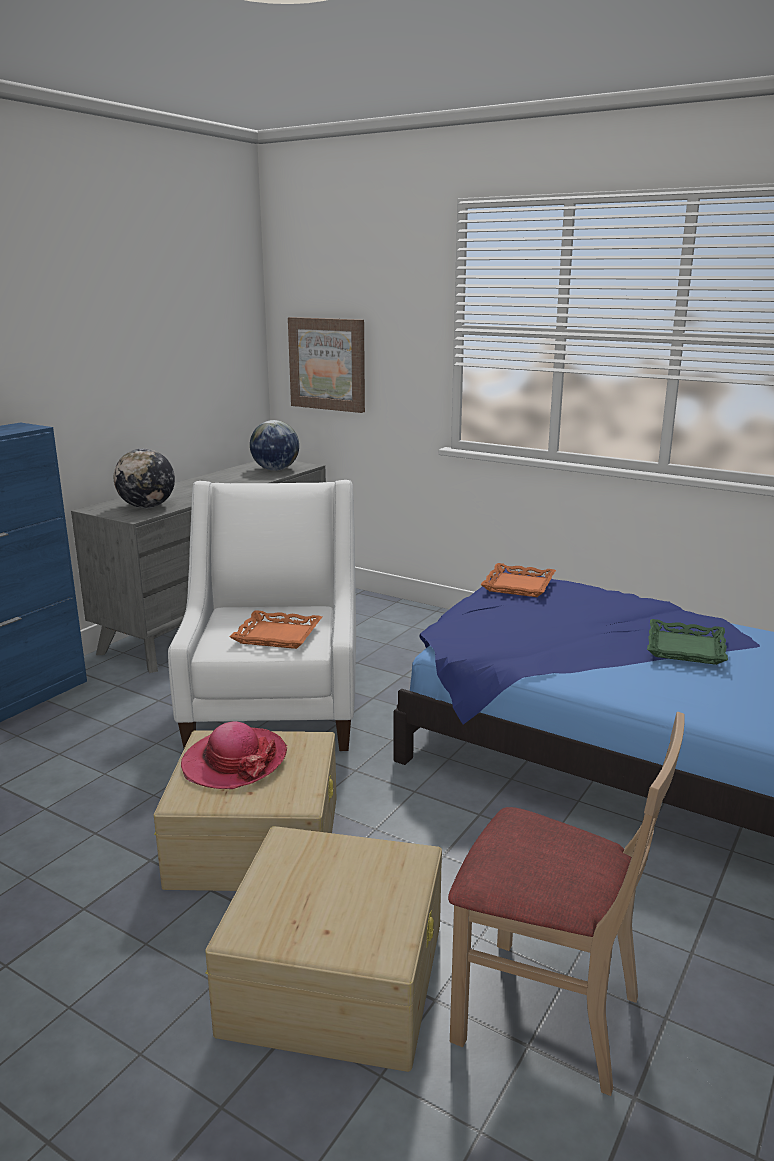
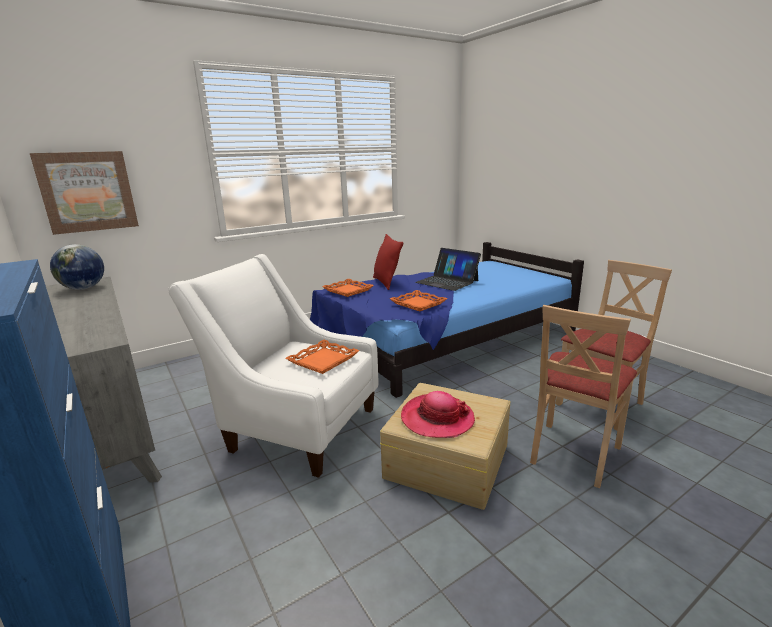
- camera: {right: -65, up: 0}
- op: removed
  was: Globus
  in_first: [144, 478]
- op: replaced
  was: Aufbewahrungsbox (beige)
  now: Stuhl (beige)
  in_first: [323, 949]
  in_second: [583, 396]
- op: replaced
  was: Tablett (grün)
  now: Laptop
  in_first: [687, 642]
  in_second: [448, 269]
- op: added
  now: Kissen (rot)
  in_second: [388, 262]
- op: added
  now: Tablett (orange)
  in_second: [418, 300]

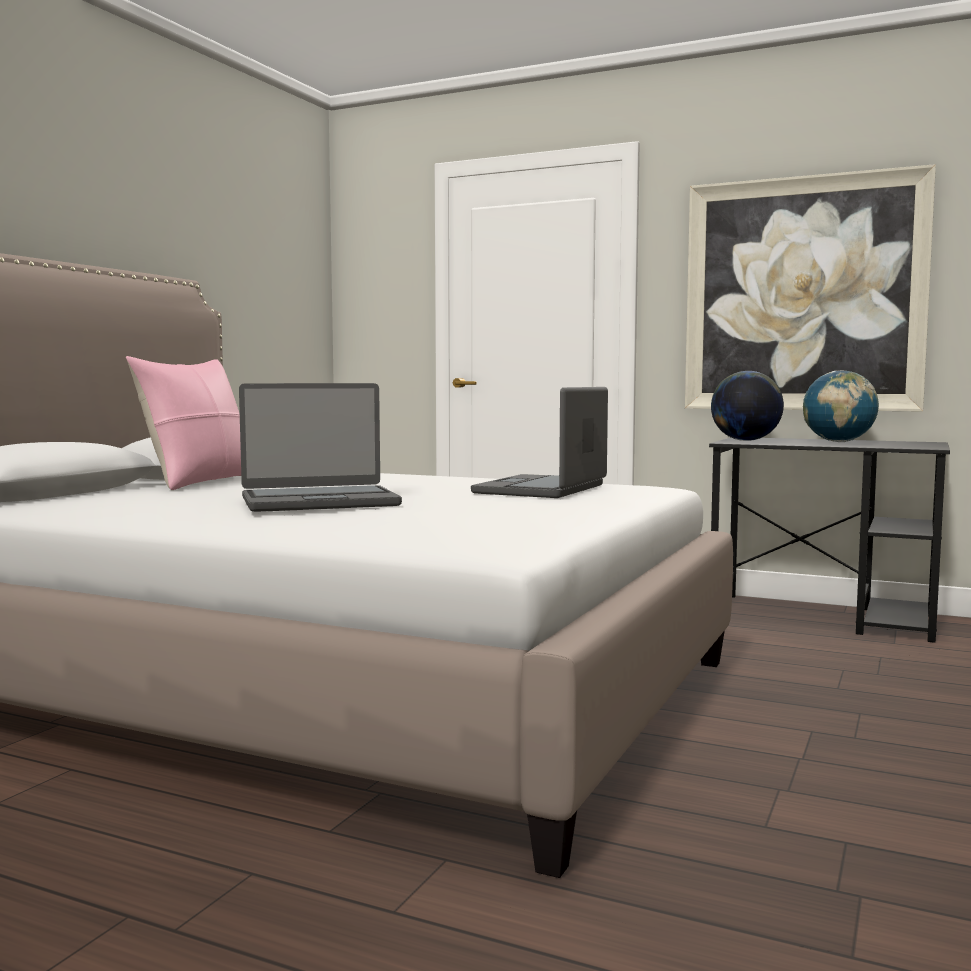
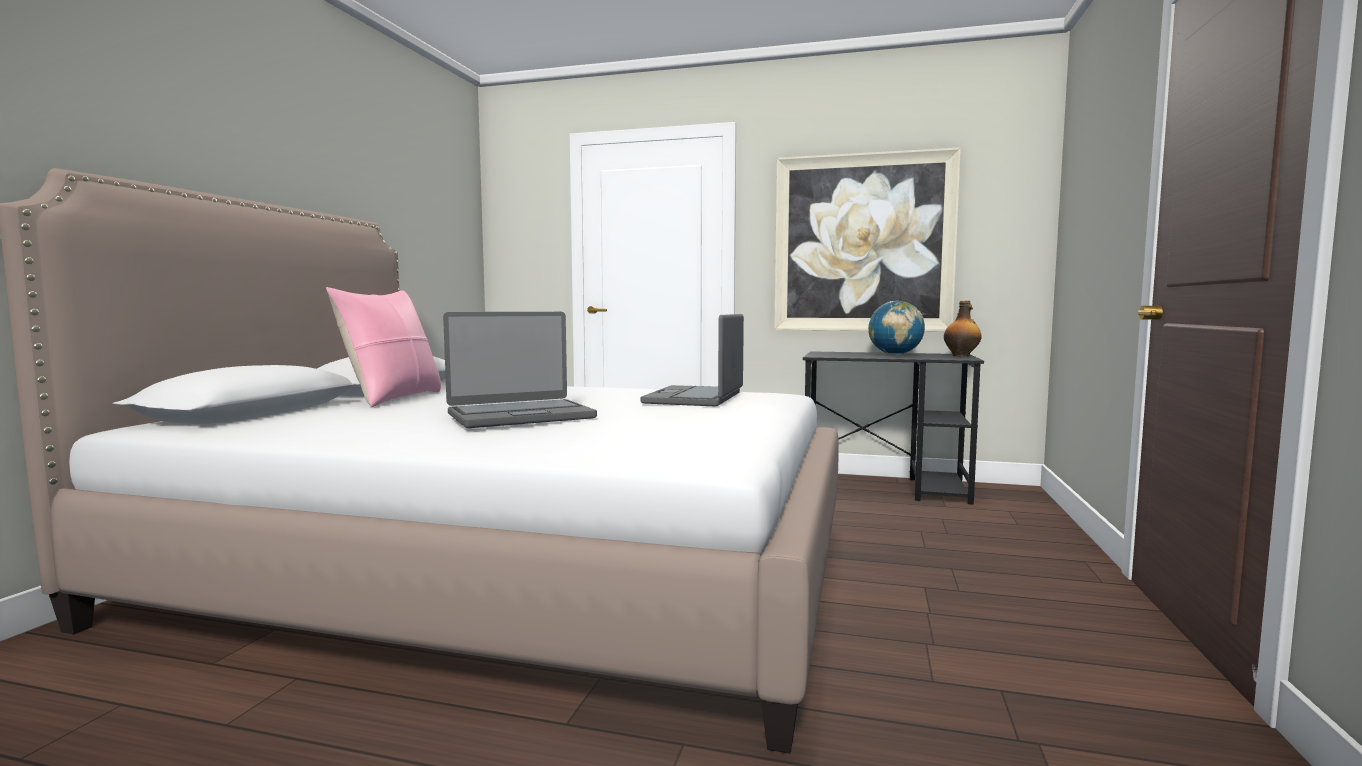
- camera: {right: -10, up: 0}
- op: removed
  was: Globus
  in_first: [747, 406]
- op: added
  now: Flasche
  in_second: [963, 329]

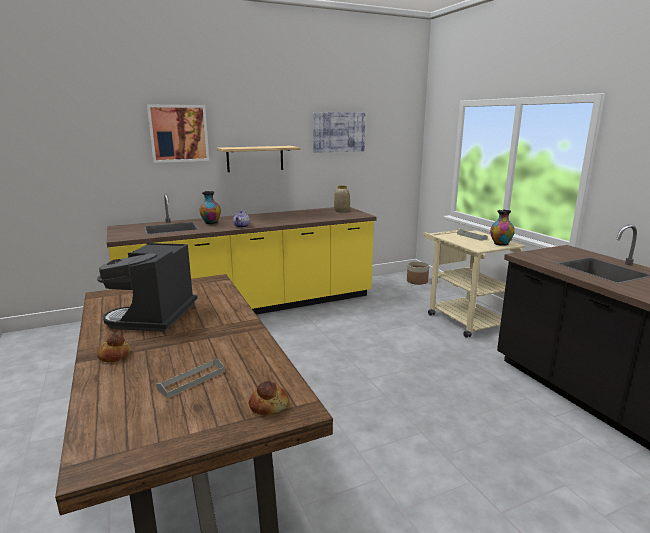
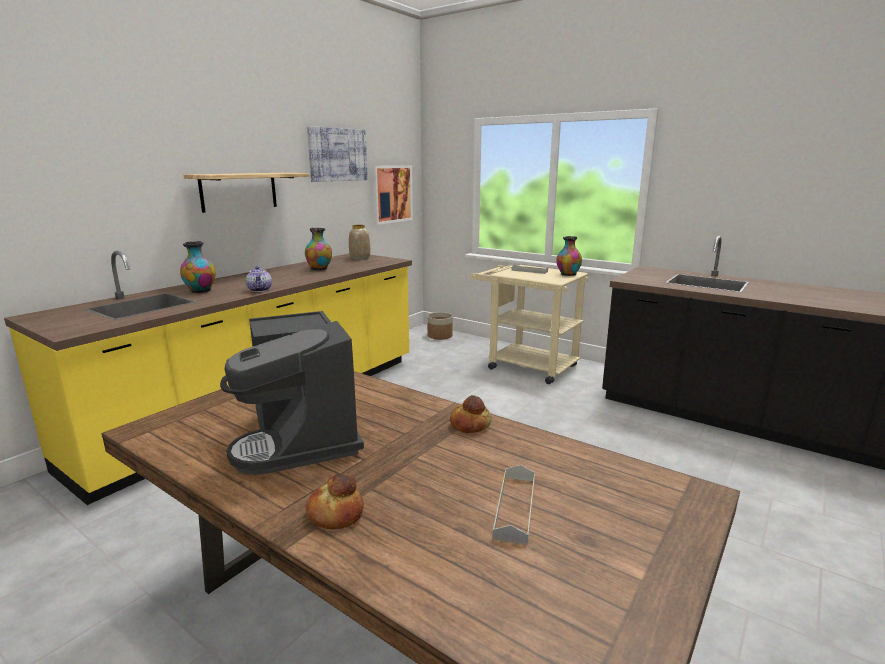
- camera: {right: -30, up: 0}
- op: moved
  was: Bild
  in_first: [178, 134]
  in_second: [392, 195]
- op: moved
  was: Brot
  in_first: [269, 398]
  in_second: [471, 414]
- op: added
  now: Vase
  in_second: [318, 249]

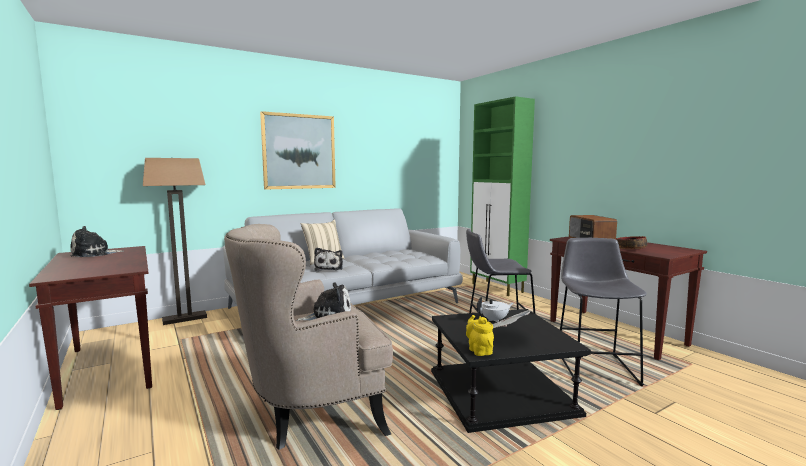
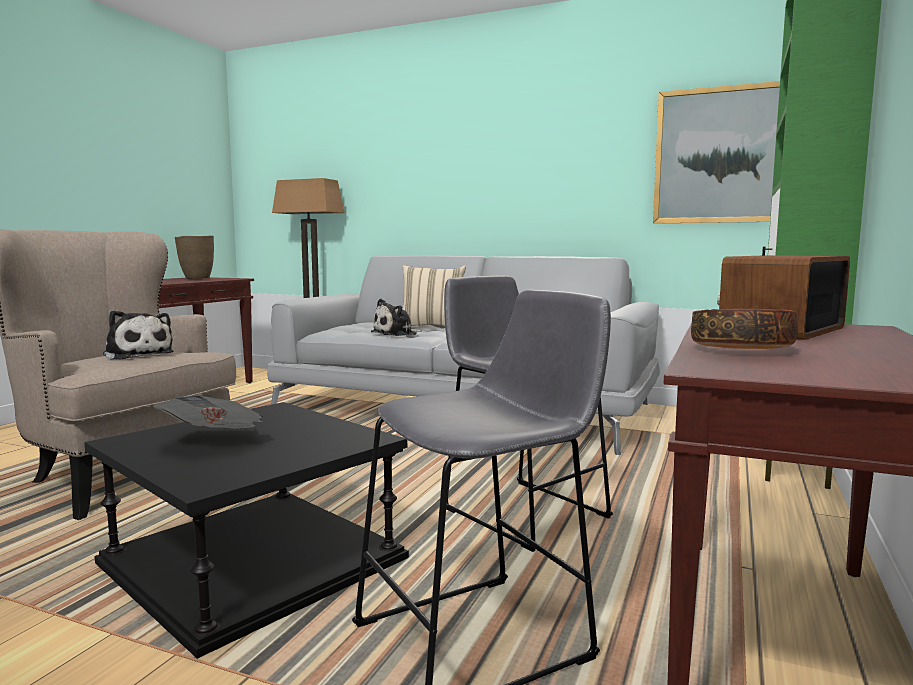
- camera: {right: 55, up: 0}
- op: replaced
  was: Plüschtier
  now: Vase (braun)
  in_first: [97, 241]
  in_second: [194, 257]
- op: moved
  was: Bild
  in_first: [298, 150]
  in_second: [716, 152]
- op: removed
  was: Teekanne (gelb)
  in_first: [480, 335]
- op: removed
  was: Teekanne (weiß)
  in_first: [495, 309]

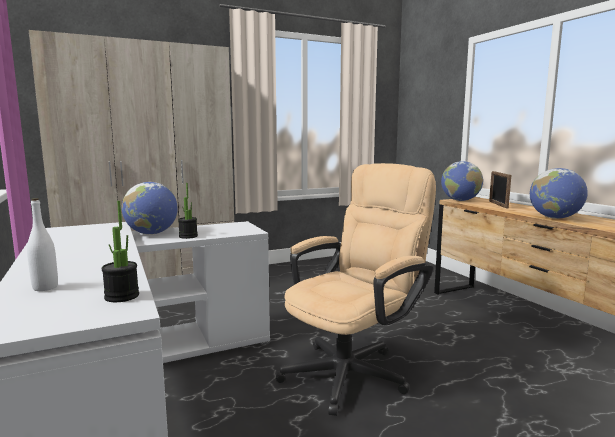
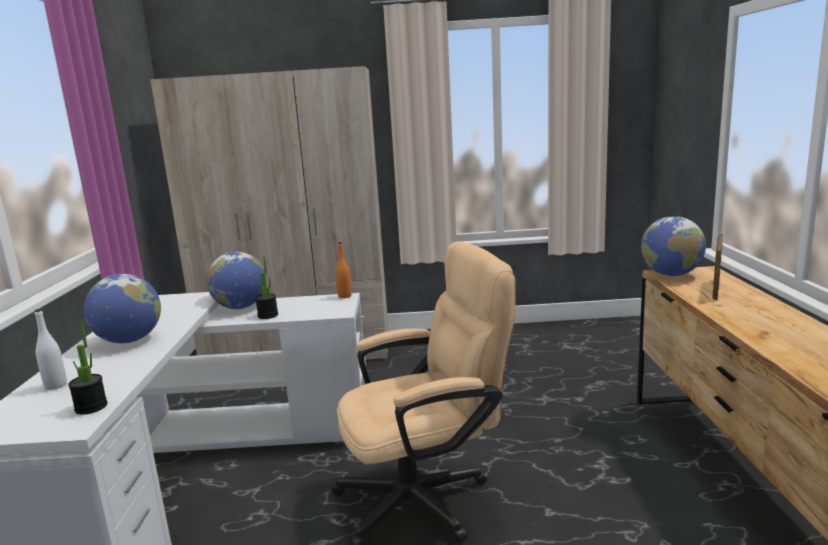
- camera: {right: 25, up: 5}
- op: moved
  was: Globus
  in_first: [559, 193]
  in_second: [122, 308]
- op: added
  now: Flasche (orange)
  in_second: [343, 270]

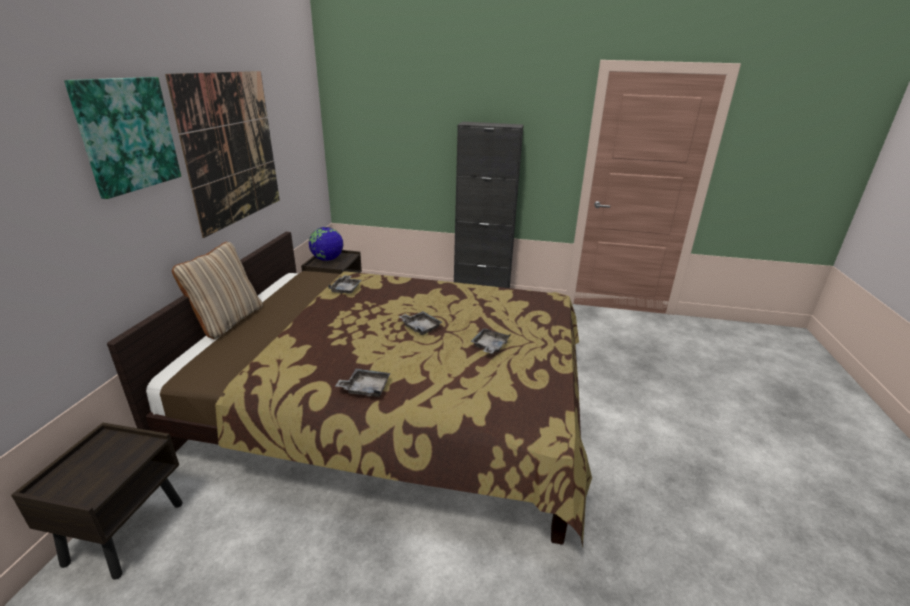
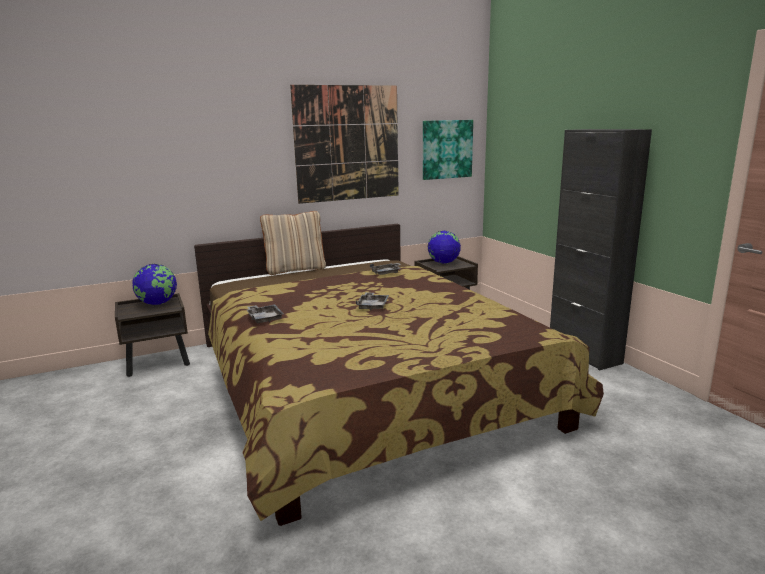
- camera: {right: 55, up: -10}
- op: moved
  was: Bild
  in_first: [122, 138]
  in_second: [448, 150]
- op: removed
  was: Tablett (grau)
  in_first: [490, 341]
- op: added
  now: Globus
  in_second: [154, 284]

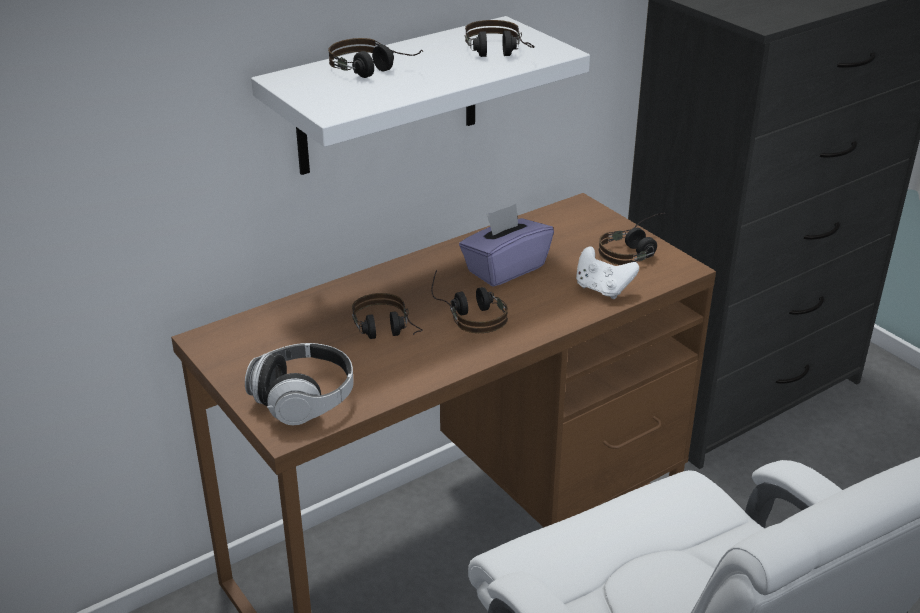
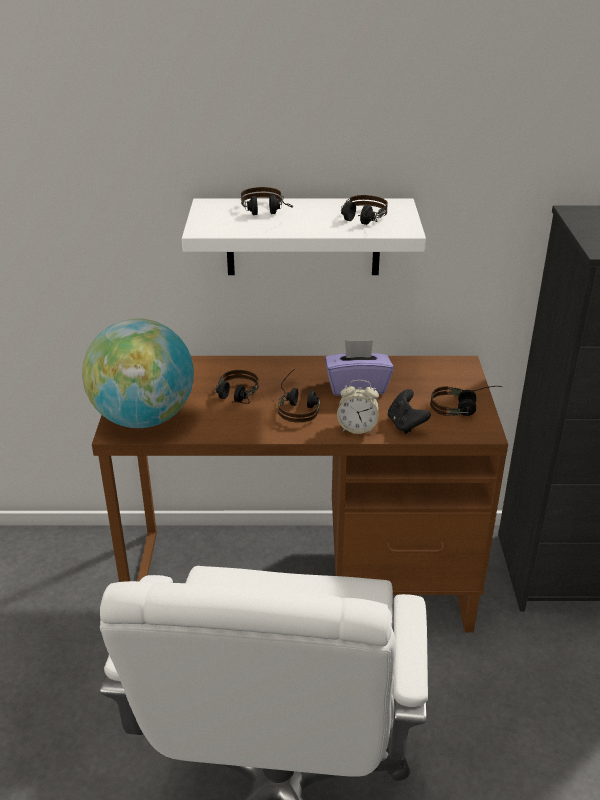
- camera: {right: 35, up: 0}
- op: replaced
  was: Kopfhörer
  now: Globus
  in_first: [299, 384]
  in_second: [138, 373]
- op: recoloured
  was: Gamepad (weiß)
  now: Gamepad (schwarz)
  in_first: [607, 273]
  in_second: [409, 411]
- op: added
  now: Wecker
  in_second: [358, 407]

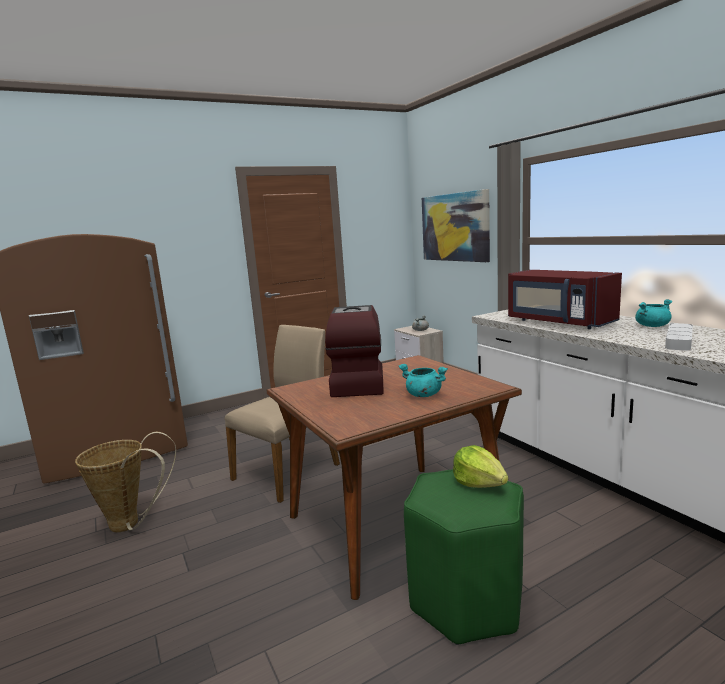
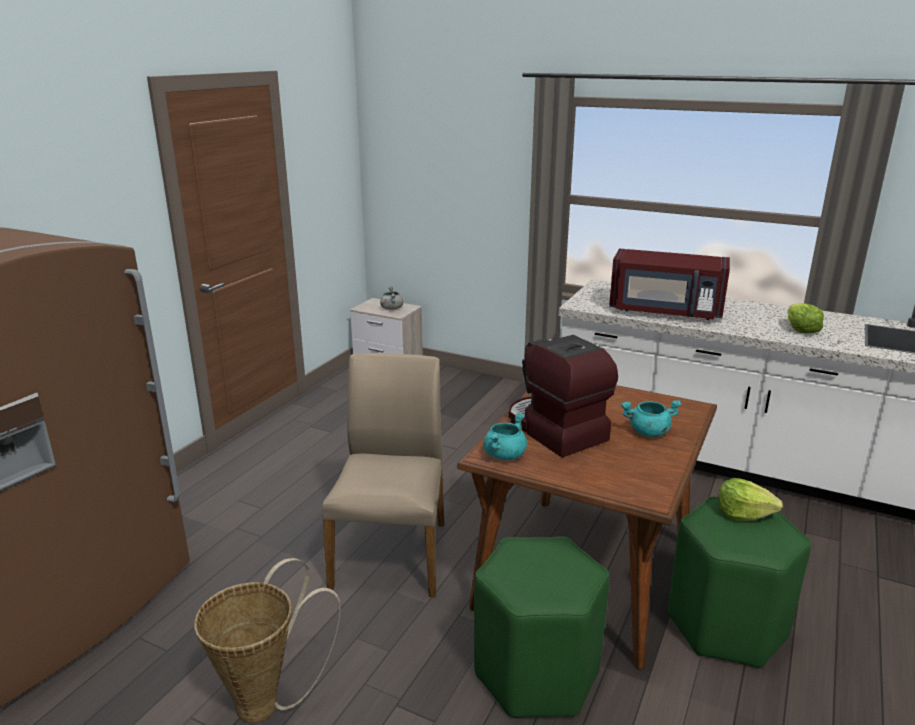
- camera: {right: -35, up: 10}
- op: removed
  was: Bild
  in_first: [456, 225]
- op: moved
  was: Kochtopf (türkis)
  in_first: [653, 313]
  in_second: [505, 436]
- op: replaced
  was: Tablett (grau)
  now: Salatkopf
  in_first: [679, 337]
  in_second: [805, 318]
- op: added
  now: Hocker (grün)
  in_second: [541, 627]

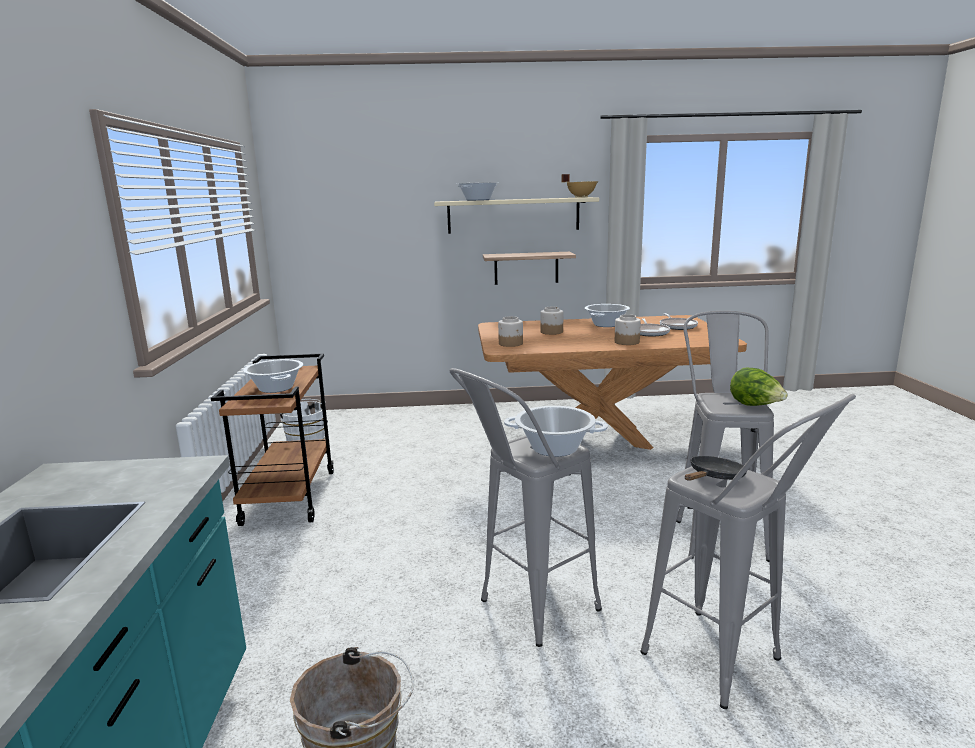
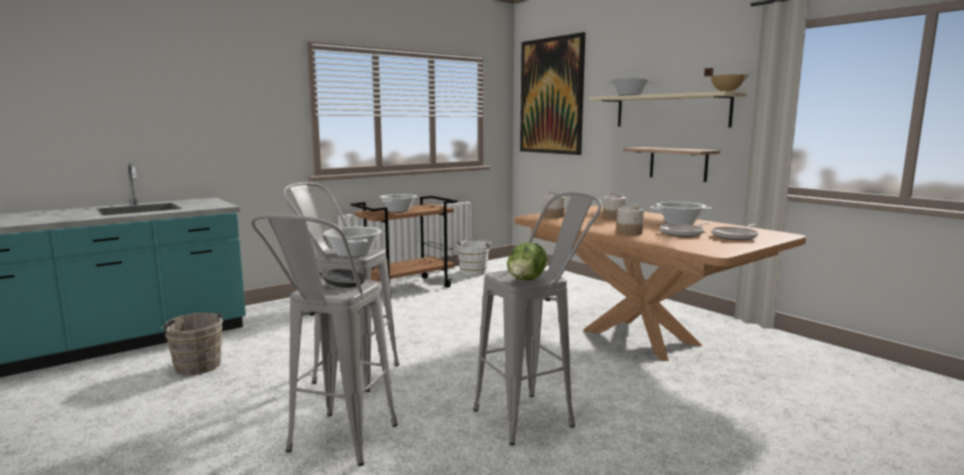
- camera: {right: 55, up: -5}
- op: added
  now: Bild
  in_second: [552, 93]

